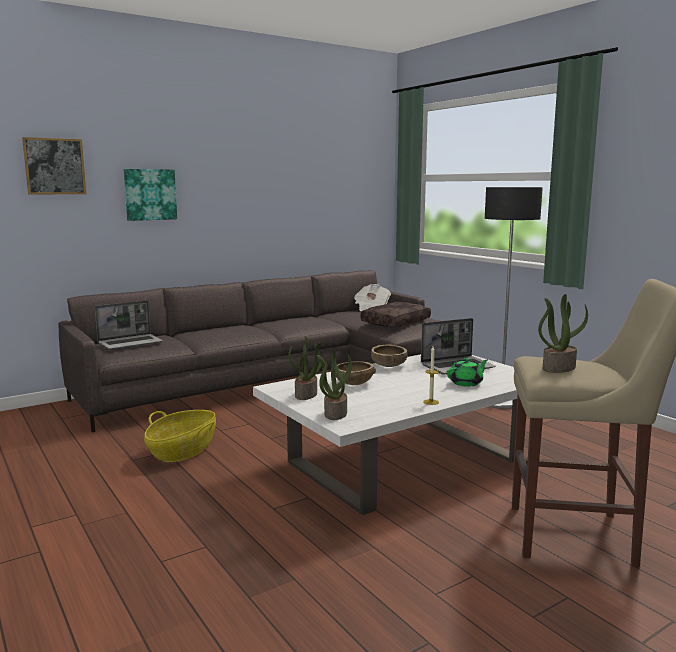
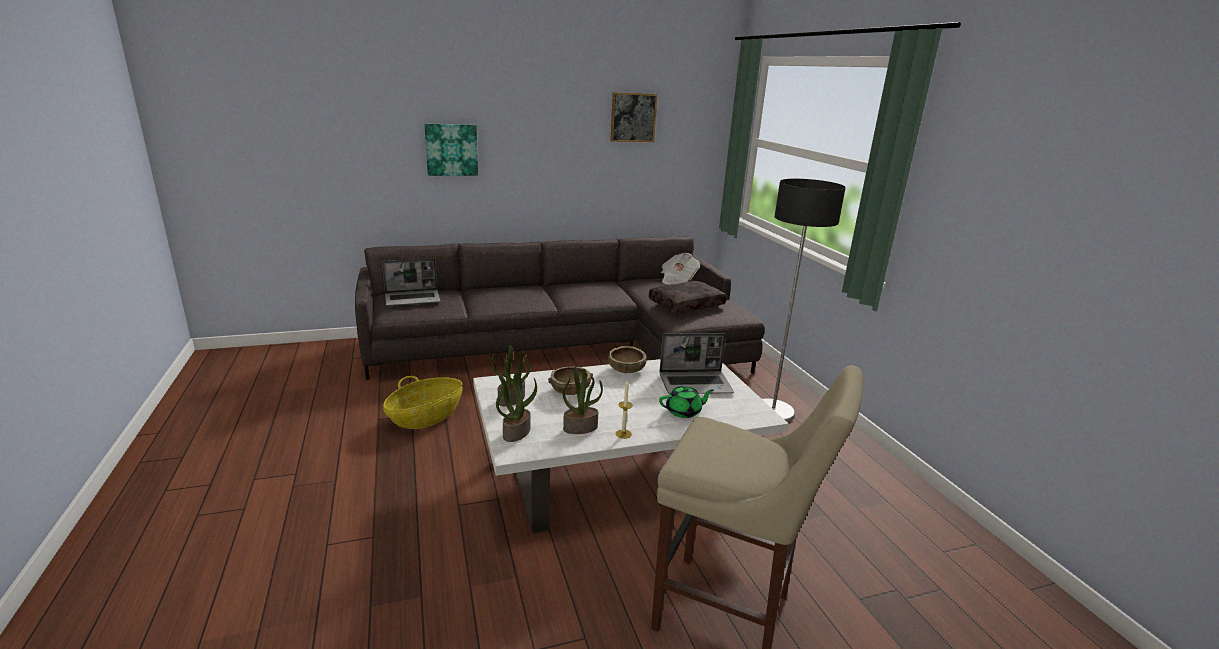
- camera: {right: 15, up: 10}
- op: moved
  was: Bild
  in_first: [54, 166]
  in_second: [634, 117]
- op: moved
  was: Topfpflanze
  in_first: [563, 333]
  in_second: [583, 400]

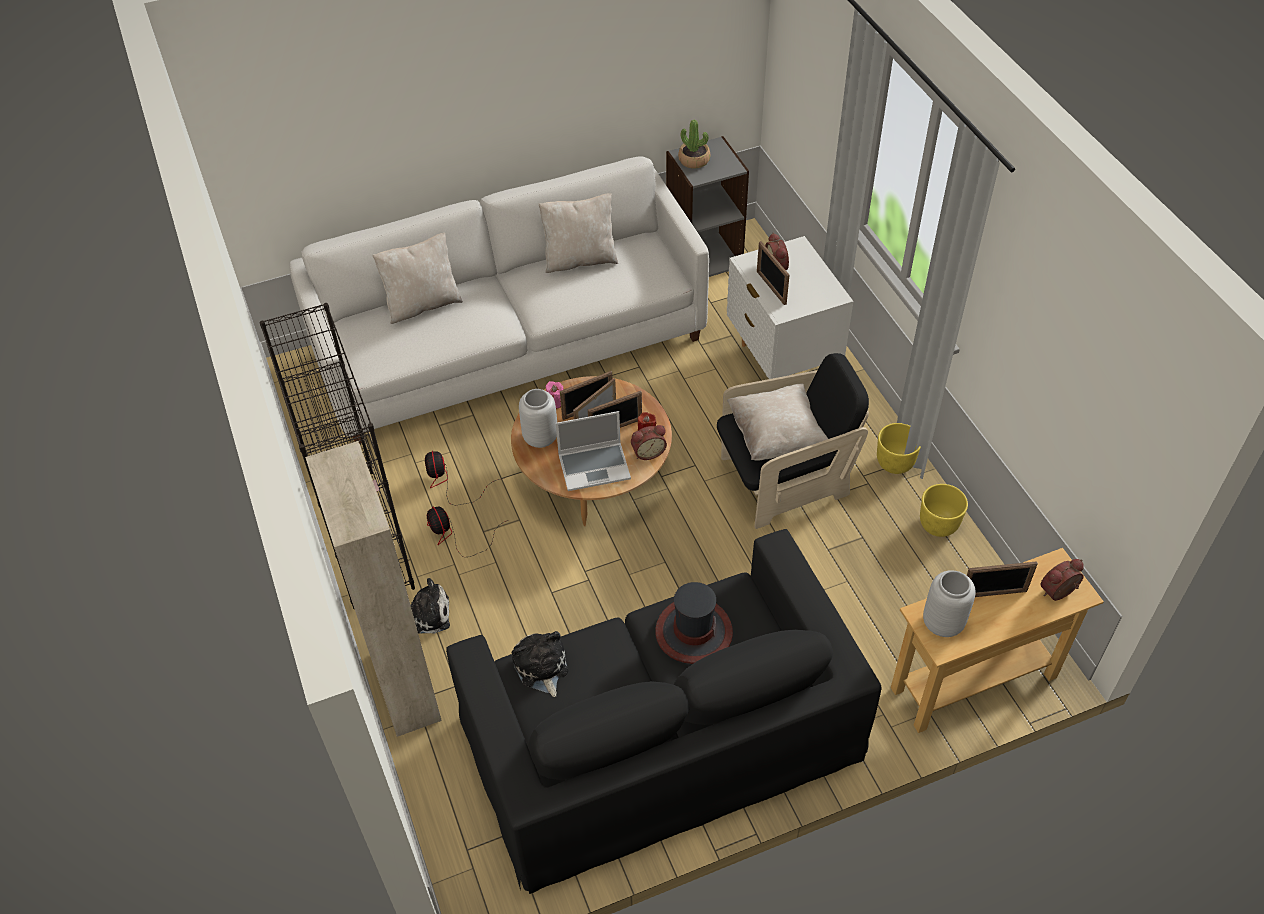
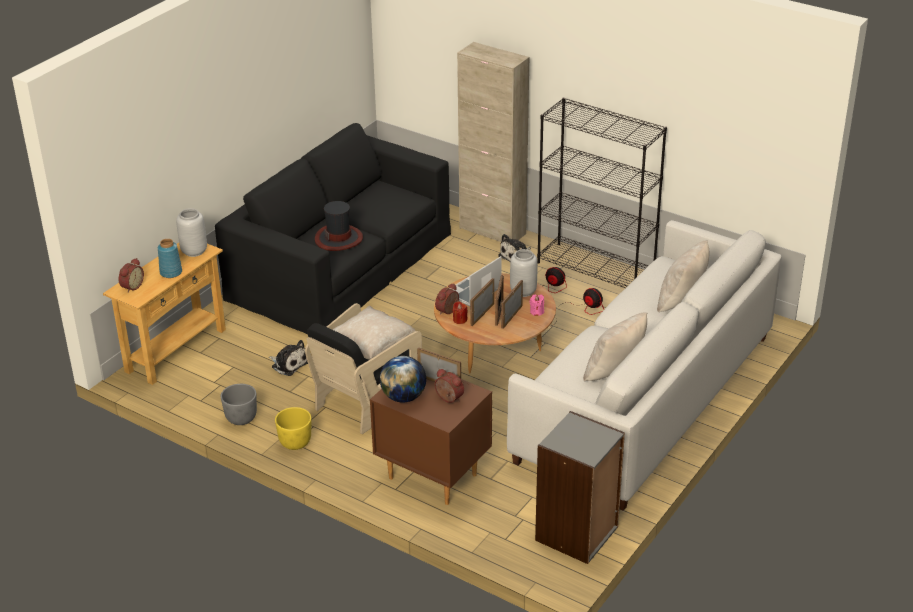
- camera: {right: 145, up: -15}
- op: moved
  was: Plüschtier
  in_first: [540, 664]
  in_second: [288, 358]
- op: removed
  was: Topfpflanze
  in_first: [694, 144]
- op: recoloured
  was: Nachttisch (weiß)
  now: Nachttisch (braun)
  in_first: [790, 307]
  in_second: [431, 442]
- op: recoloured
  was: Pflanzkübel (gelb)
  now: Pflanzkübel (grau)
  in_first: [944, 510]
  in_second: [239, 404]
- op: replaced
  was: Bilderrahmen
  now: Vase (blau)
  in_first: [1002, 579]
  in_second: [170, 258]
- op: added
  now: Globus
  in_second: [403, 379]

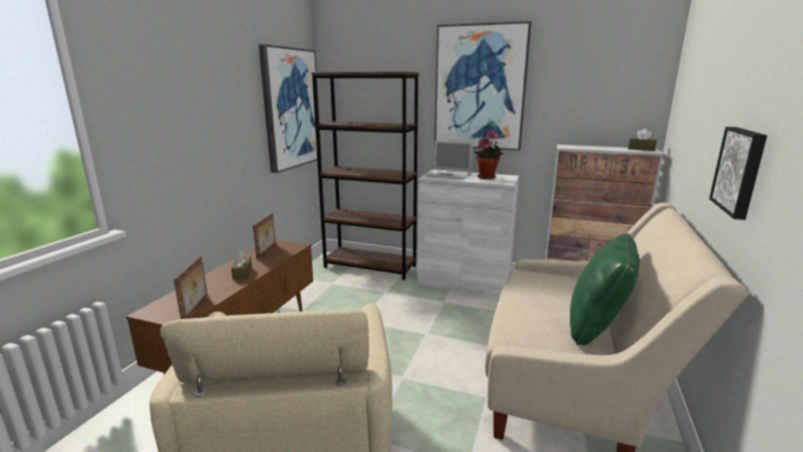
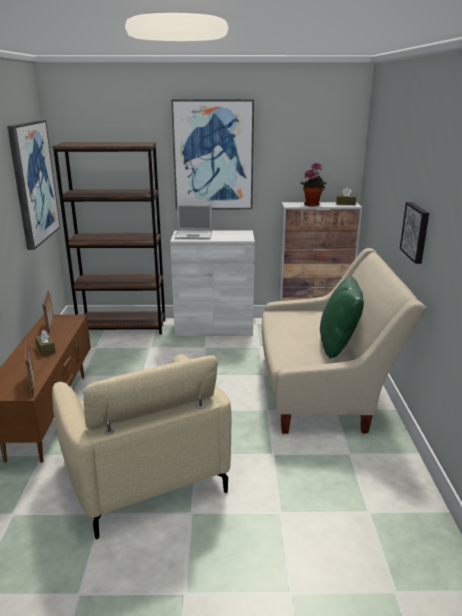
- camera: {right: -20, up: 5}
- op: moved
  was: Topfpflanze
  in_first: [488, 154]
  in_second: [313, 185]

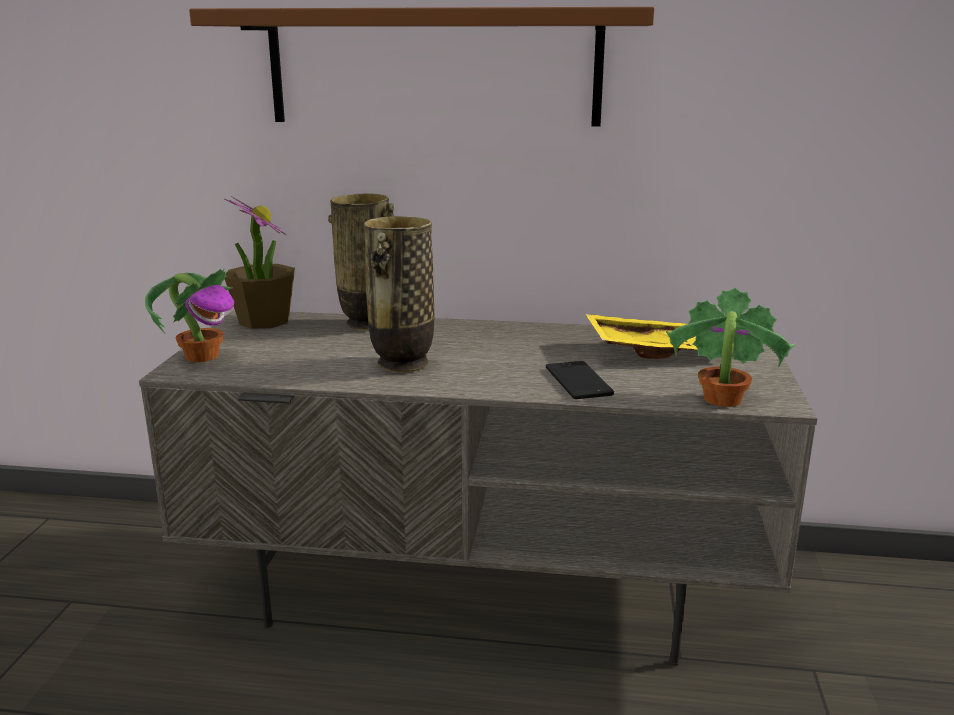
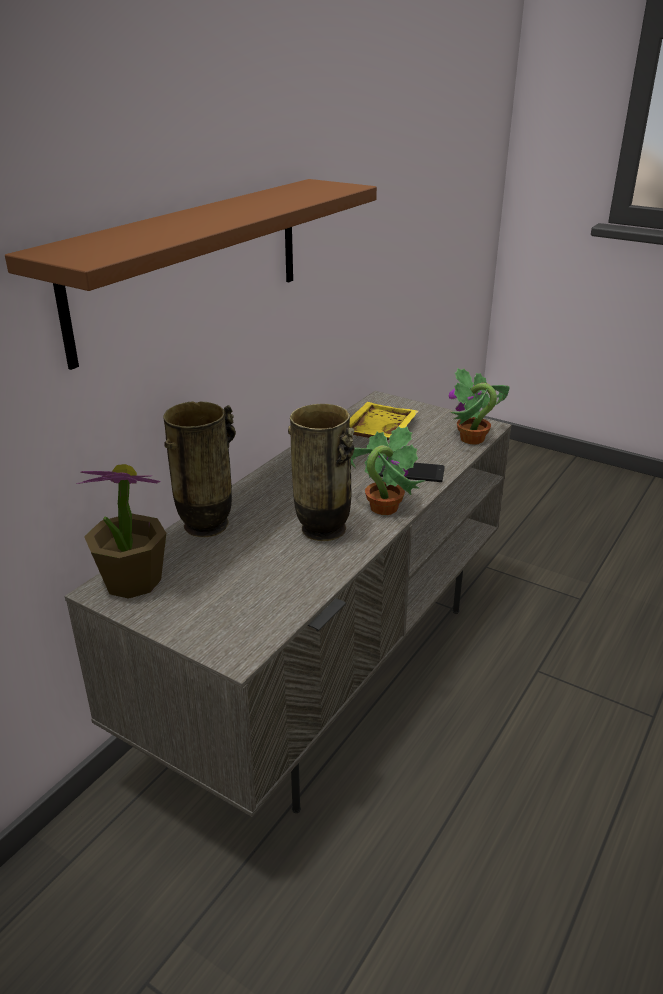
- camera: {right: -65, up: 10}
- op: moved
  was: Topfpflanze
  in_first: [189, 315]
  in_second: [388, 470]

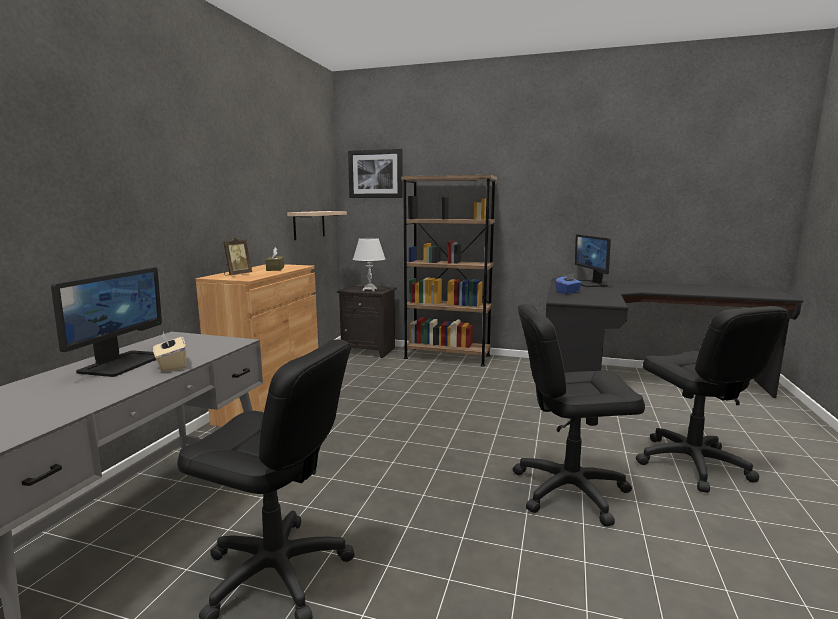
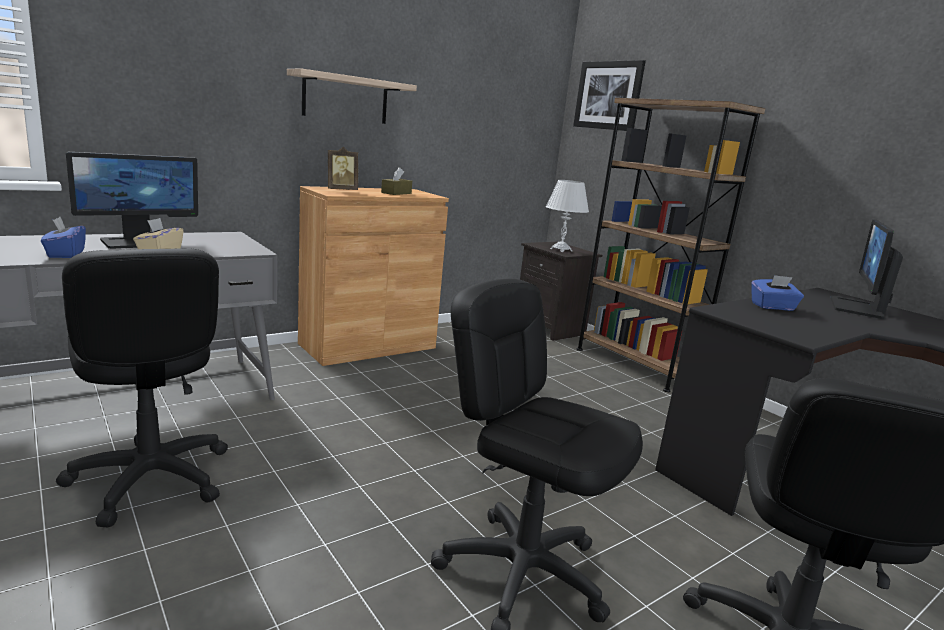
- camera: {right: 35, up: 5}
- op: moved
  was: Wandregal
  in_first: [317, 225]
  in_second: [352, 96]
- op: added
  now: Taschentuchbox (blau)
  in_second: [63, 237]

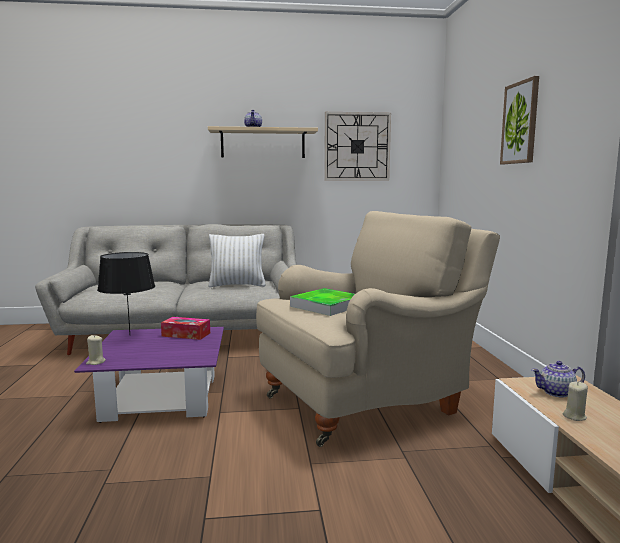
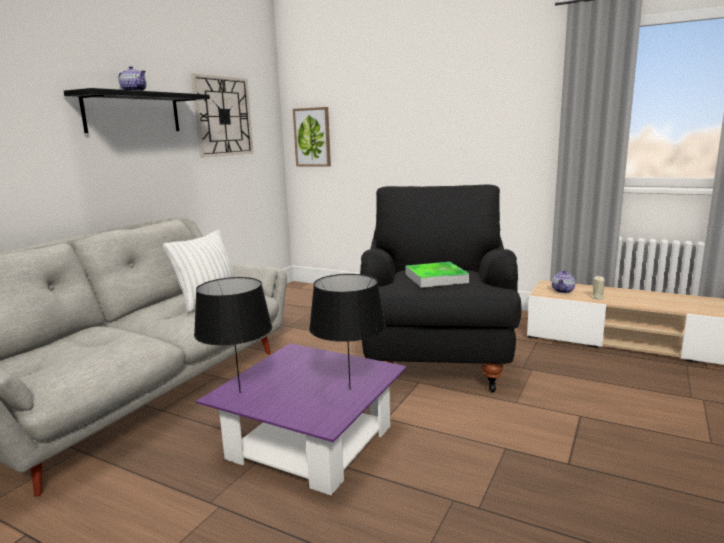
- camera: {right: -55, up: 5}
- op: removed
  was: Kerze (beige)
  in_first: [96, 350]
- op: removed
  was: Taschentuchbox
  in_first: [185, 328]
- op: recoloured
  was: Wandregal (beige)
  now: Wandregal (schwarz)
  in_first: [263, 142]
  in_second: [137, 110]
- op: recoloured
  was: Sessel (beige)
  now: Sessel (schwarz)
  in_first: [378, 329]
  in_second: [440, 288]
- op: moved
  was: Bild
  in_first: [519, 120]
  in_second: [312, 137]
- op: added
  now: Tischlampe (schwarz)
  in_second: [347, 332]

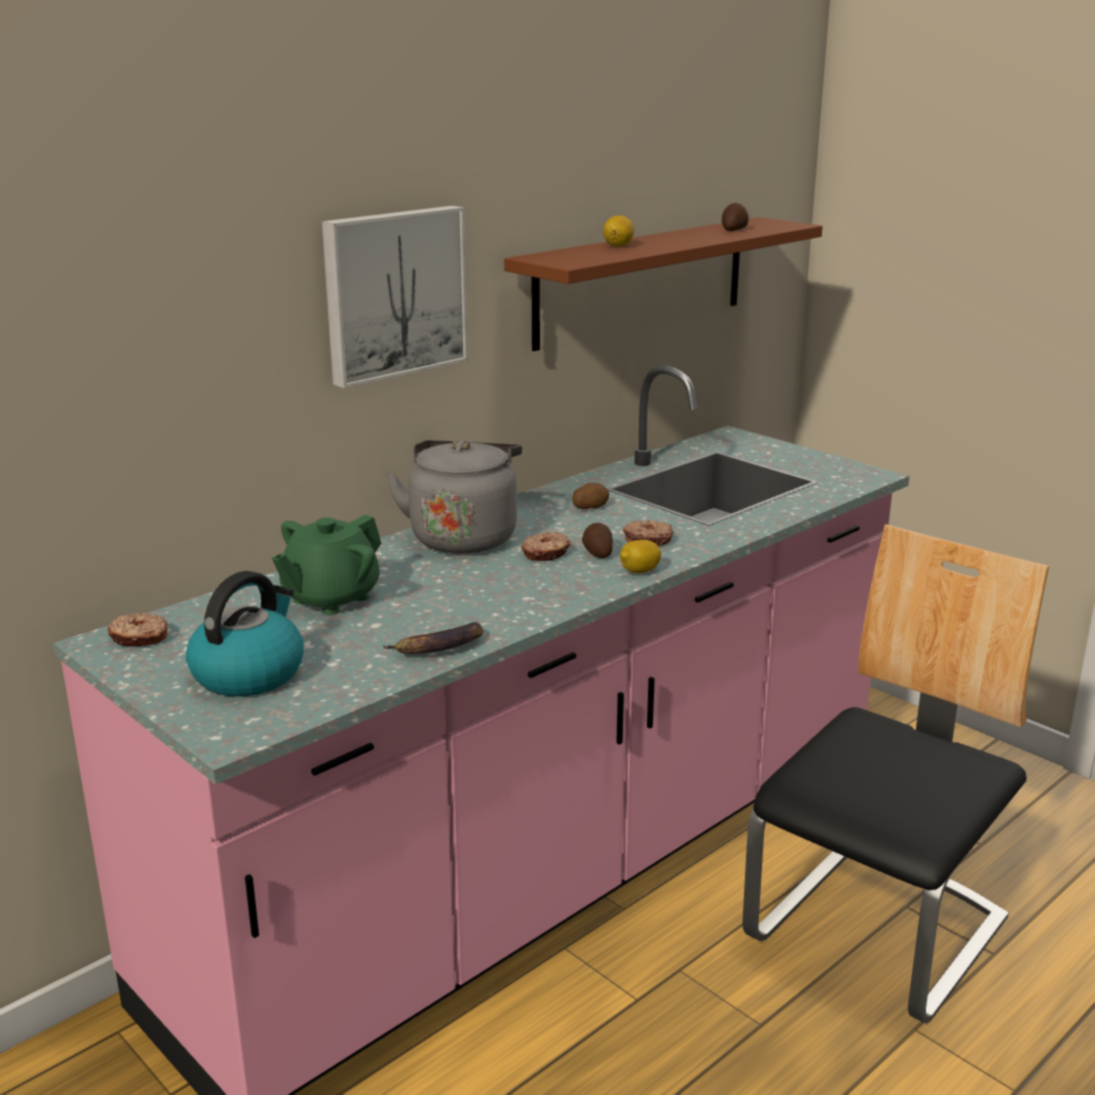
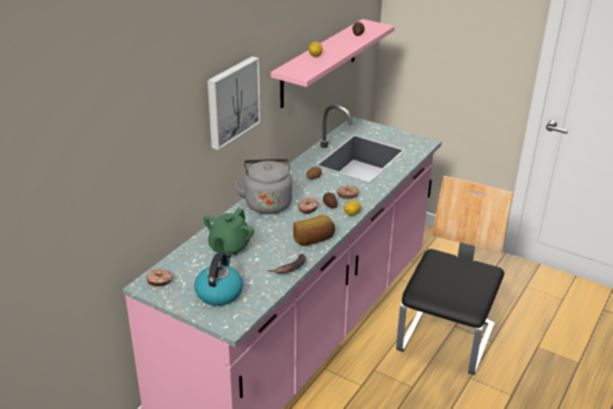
- camera: {right: -15, up: 10}
- op: recoloured
  was: Wandregal (braun)
  now: Wandregal (rosa)
  in_first: [663, 284]
  in_second: [333, 63]
- op: added
  now: Brot
  in_second: [314, 230]

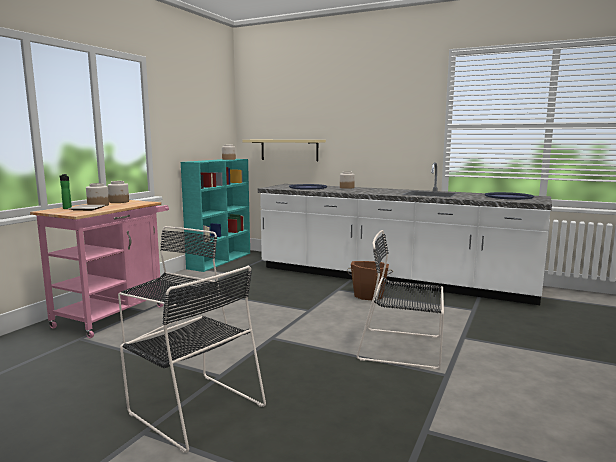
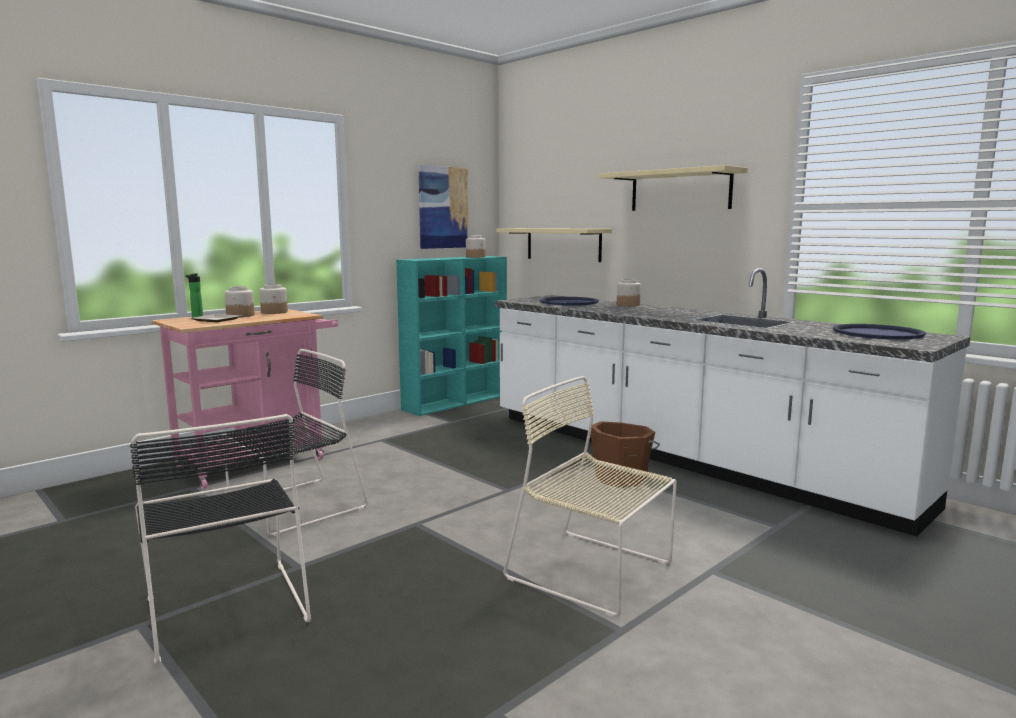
- camera: {right: 20, up: 0}
- op: recoloured
  was: Stuhl (schwarz)
  now: Stuhl (beige)
  in_first: [400, 299]
  in_second: [590, 496]
- op: added
  now: Bild
  in_second: [443, 207]
- op: added
  now: Wandregal (beige)
  in_second: [673, 188]

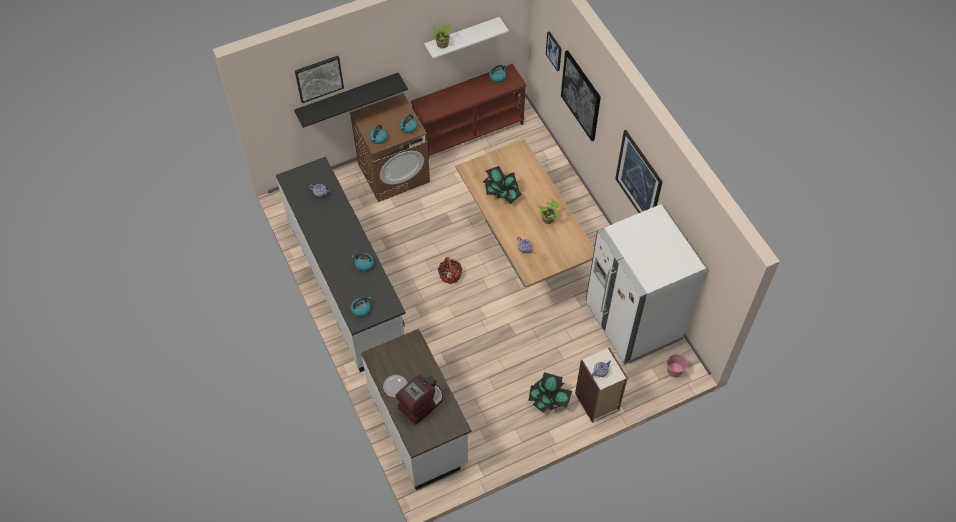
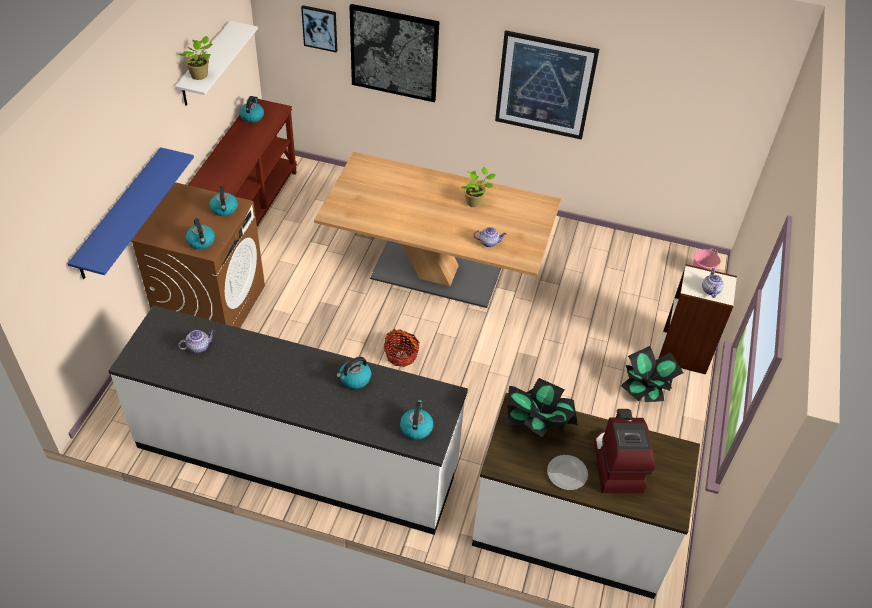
- camera: {right: -50, up: -10}
- op: recoloured
  was: Wandregal (schwarz)
  now: Wandregal (blau)
  in_first: [351, 100]
  in_second: [130, 213]
- op: removed
  was: Bild
  in_first: [319, 79]
- op: moved
  was: Topfpflanze
  in_first: [502, 185]
  in_second: [542, 407]
- op: removed
  was: Kühlschrank (weiß)
  in_first: [646, 284]

